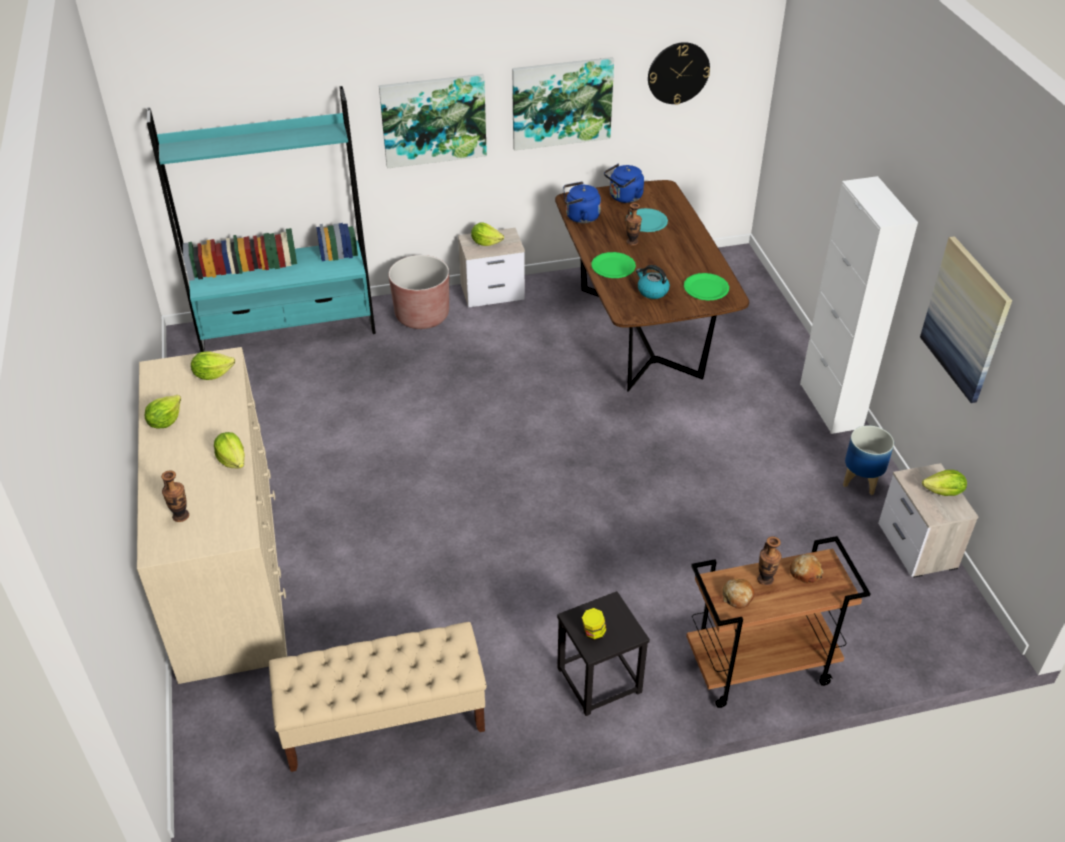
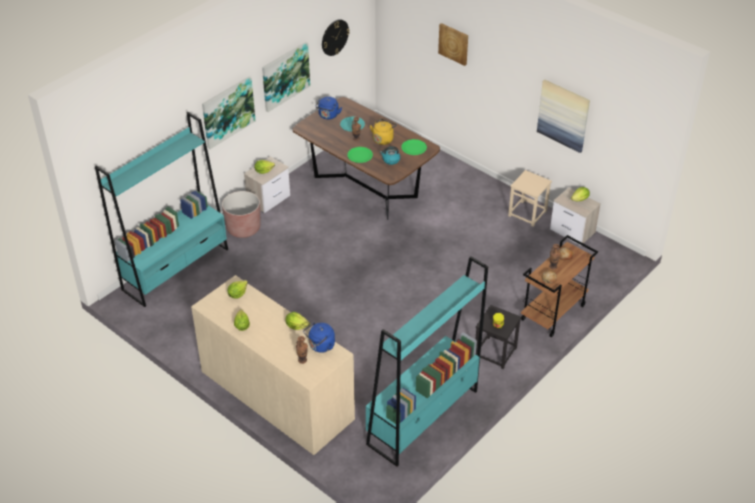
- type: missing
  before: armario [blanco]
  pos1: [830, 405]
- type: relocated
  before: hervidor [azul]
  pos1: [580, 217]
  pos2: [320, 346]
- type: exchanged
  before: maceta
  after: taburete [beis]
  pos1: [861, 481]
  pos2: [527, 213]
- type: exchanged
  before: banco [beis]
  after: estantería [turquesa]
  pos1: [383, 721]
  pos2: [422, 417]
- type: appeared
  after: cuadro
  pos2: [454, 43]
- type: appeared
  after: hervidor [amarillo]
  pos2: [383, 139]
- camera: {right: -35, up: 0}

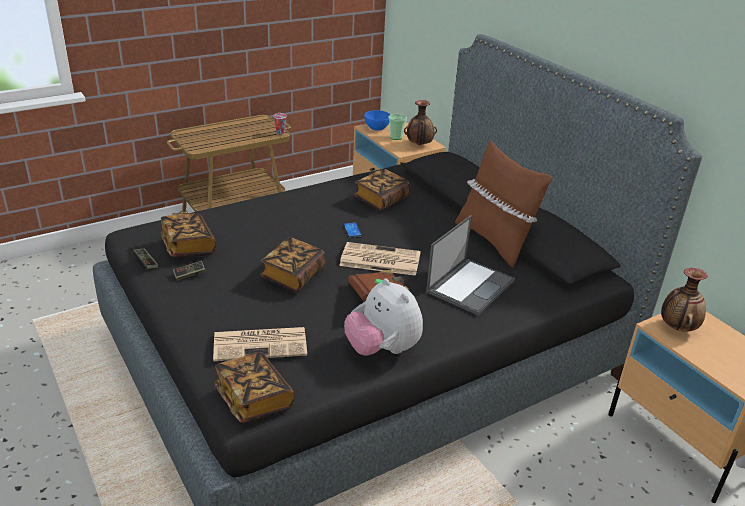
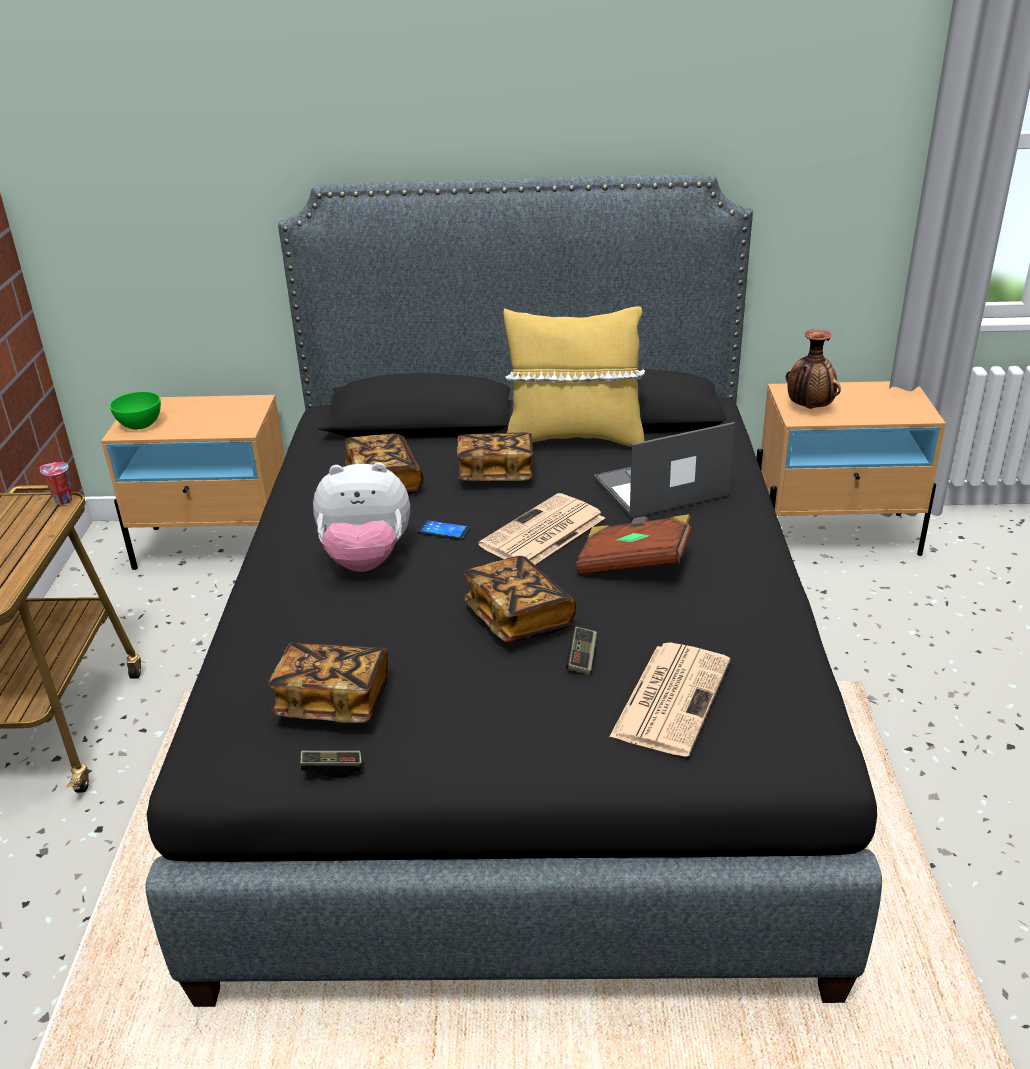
- type: missing
  before: florero
  pos1: [419, 145]
- type: colour
  before: cuenco [azul]
  after: cuenco [verde]
  pos1: [376, 128]
  pos2: [140, 425]
- type: missing
  before: taza
  pos1: [396, 137]
- type: colour
  before: cojín [marrón]
  after: cojín [amarillo]
  pos1: [494, 241]
  pos2: [573, 439]
- type: spun
  before: portátil
  pos1: [471, 286]
  pos2: [659, 488]
  turn: -90
- type: relocated
  before: mando de consola
  pos1: [189, 275]
  pos2: [582, 658]
- type: relocated
  before: peluche
  pos1: [382, 349]
  pos2: [366, 560]
- type: relocated
  before: libro
  pos1: [254, 399]
  pos2: [496, 474]
- camera: {right: -55, up: 0}

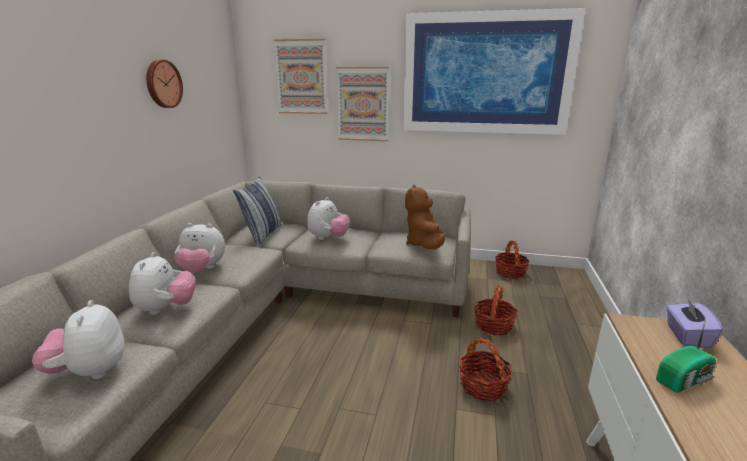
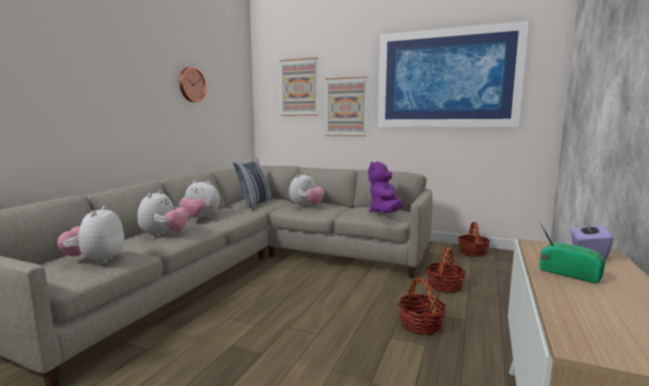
- type: colour
  before: peluche [marrón]
  after: peluche [morado]
  pos1: [424, 245]
  pos2: [385, 213]
- type: spun
  before: radio
  pos1: [685, 380]
  pos2: [567, 273]
  turn: -120
- camera: {right: 10, up: -10}

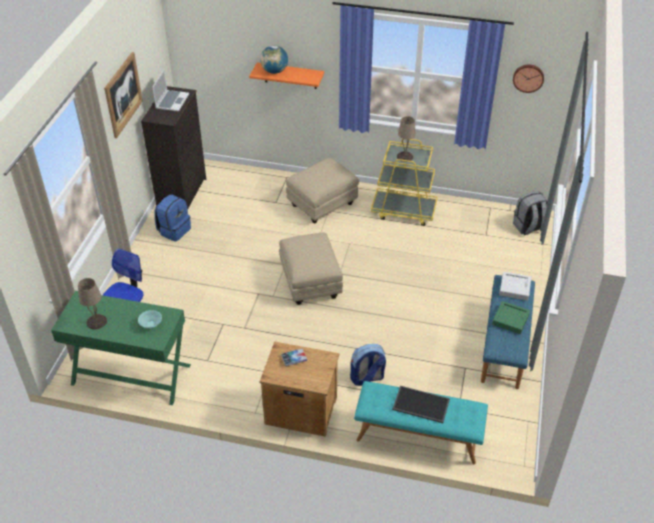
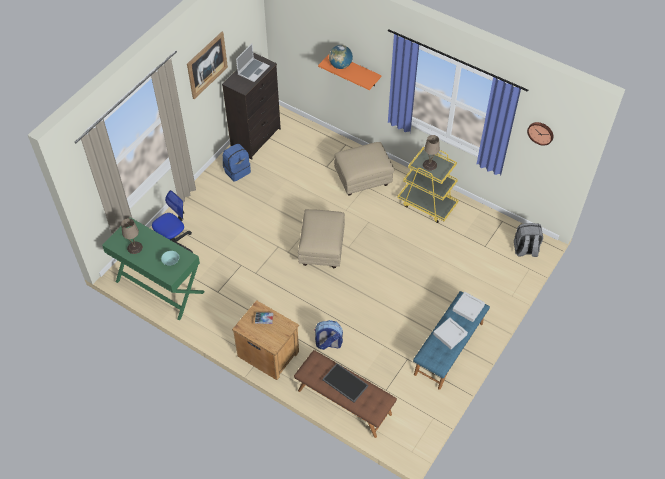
- type: colour
  before: bandeja [verde]
  after: bandeja [gris]
  pos1: [510, 319]
  pos2: [450, 334]
- type: colour
  before: banco [turquesa]
  after: banco [marrón]
  pos1: [418, 436]
  pos2: [344, 402]
- camera: {right: 20, up: 10}

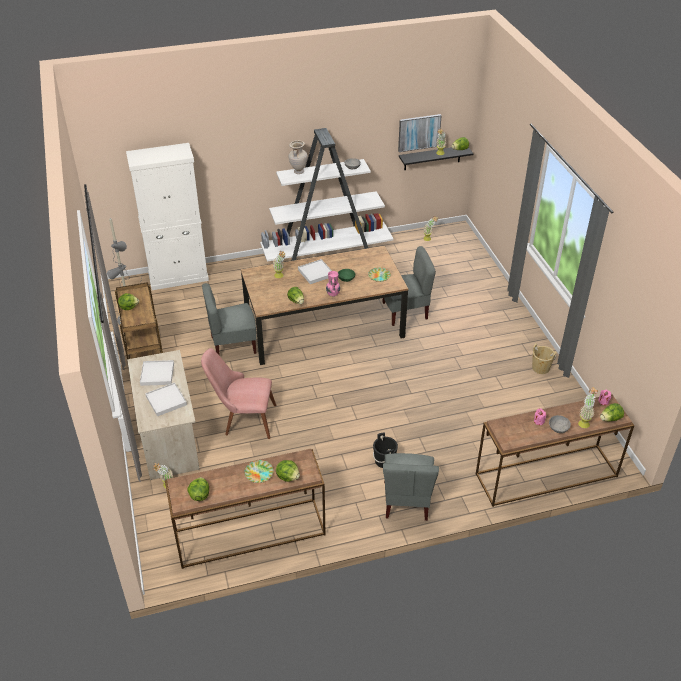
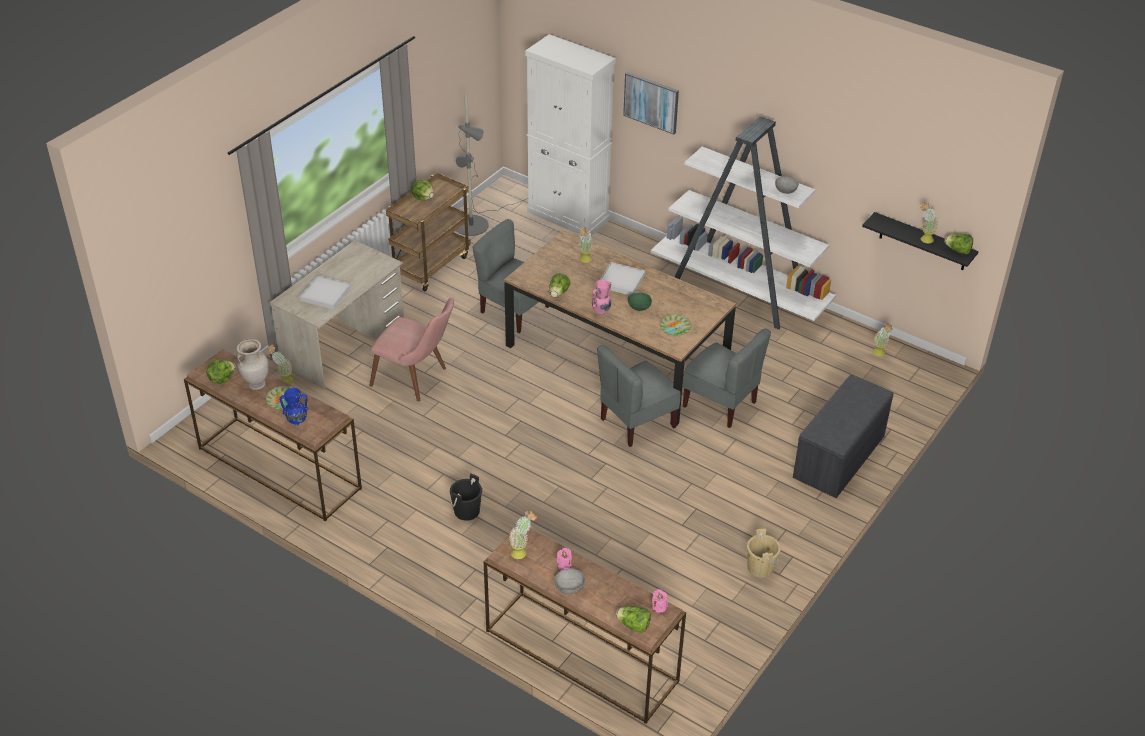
- type: relocated
  before: cuadro
  pos1: [419, 132]
  pos2: [651, 102]
- type: relocated
  before: florero [beis]
  pos1: [298, 172]
  pos2: [256, 384]
- type: spun
  before: silla [rosa]
  pos1: [243, 419]
  pos2: [417, 379]
  turn: 150
- type: missing
  before: bandeja [blanco]
  pos1: [157, 374]
- type: relocated
  before: planta en maceta
  pos1: [584, 422]
  pos2: [522, 552]
- type: relocated
  before: silla [gris]
  pos1: [407, 501]
  pos2: [636, 423]
- type: exchanged
  before: lechuga
  after: florero [azul]
  pos1: [288, 477]
  pos2: [296, 421]
- type: appeared
  after: banco [gris]
  pos2: [839, 457]
- camera: {right: 50, up: 0}

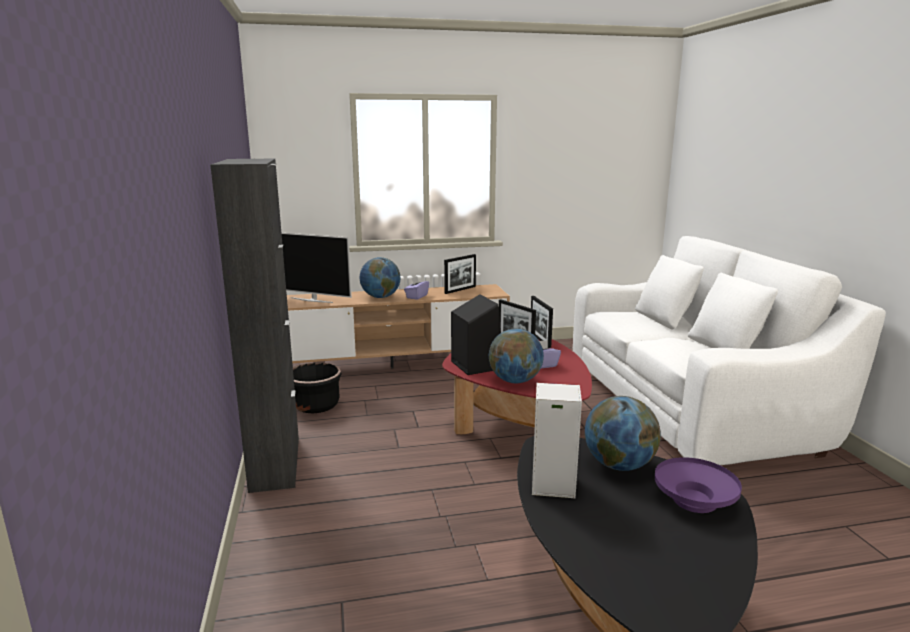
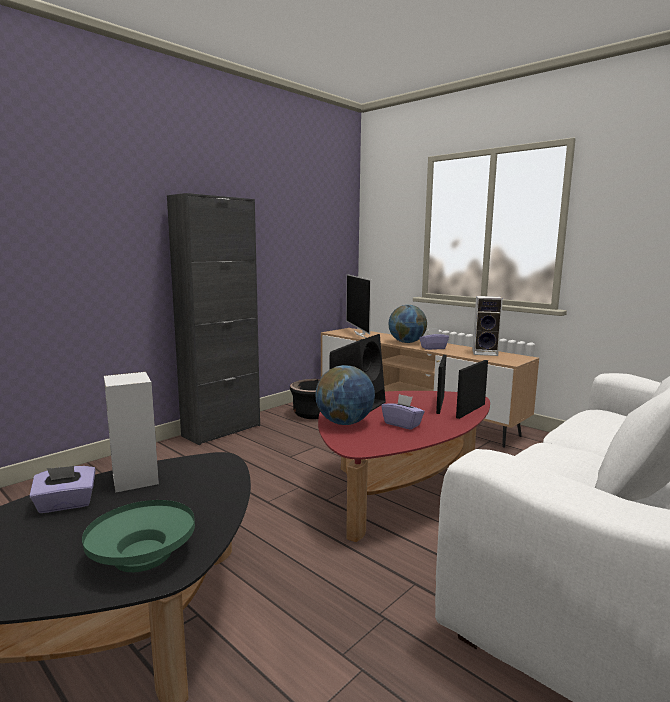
- type: exchanged
  before: portarretratos
  after: altavoz
  pos1: [460, 290]
  pos2: [486, 353]
- type: missing
  before: globo terráqueo
  pos1: [619, 465]
- type: colour
  before: cuenco [morado]
  after: cuenco [verde]
  pos1: [694, 501]
  pos2: [142, 555]
- type: appeared
  after: caja de pañuelos [morado]
  pos2: [66, 504]
- camera: {right: 55, up: -5}

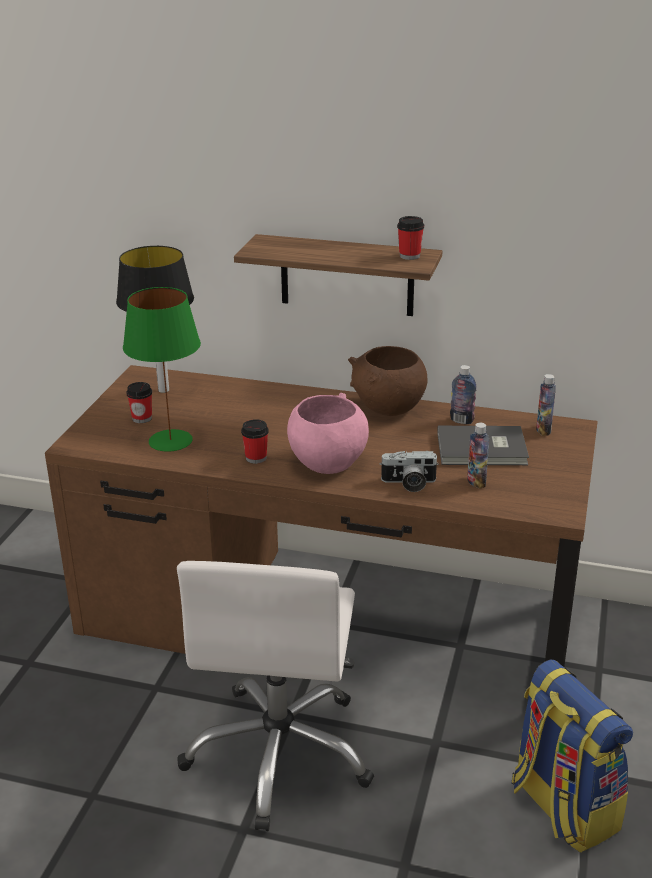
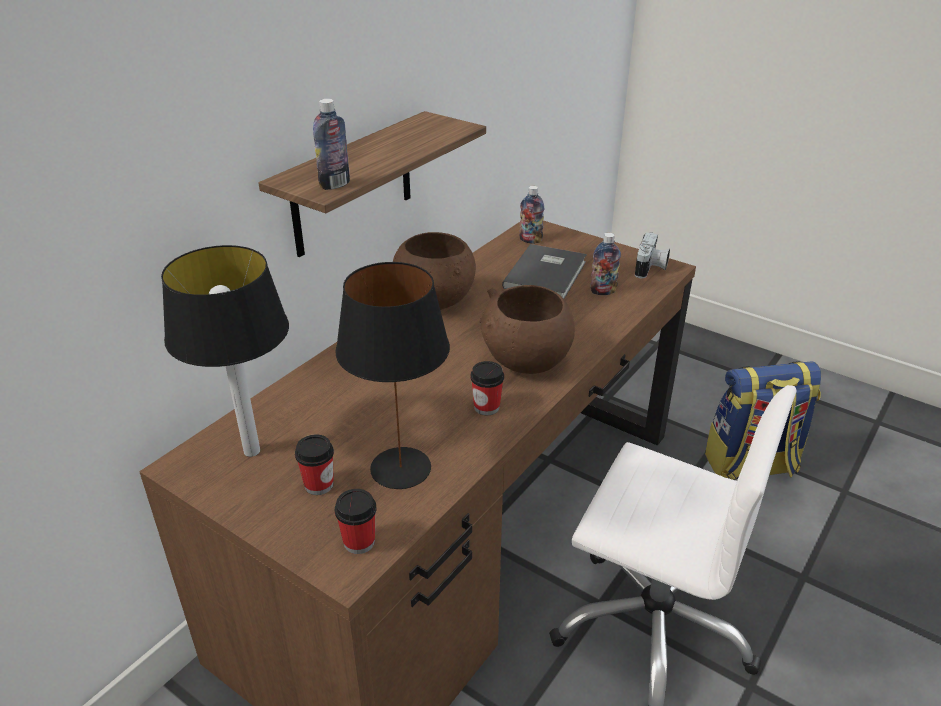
- type: relocated
  before: taza
  pos1: [409, 256]
  pos2: [359, 542]
- type: colour
  before: lámpara de mesa [verde]
  after: lámpara de mesa [negro]
  pos1: [171, 440]
  pos2: [401, 467]
- type: relocated
  before: botella
  pos1: [461, 420]
  pos2: [335, 184]
- type: colour
  before: cuenco [rosa]
  after: cuenco [marrón]
  pos1: [327, 463]
  pos2: [526, 362]
- type: relocated
  before: cámara
  pos1: [409, 483]
  pos2: [651, 268]
- camera: {right: -70, up: 5}

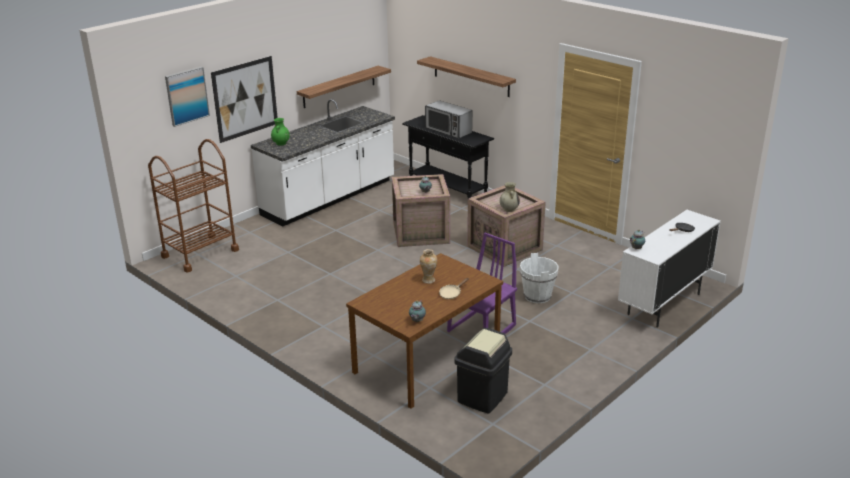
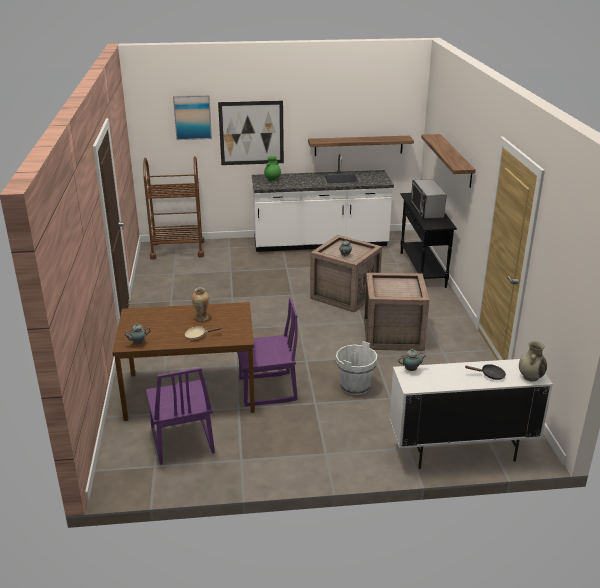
- type: relocated
  before: florero [beis]
  pos1: [509, 209]
  pos2: [530, 377]
- type: exchanged
  before: papelera [negro]
  after: silla [morado]
  pos1: [483, 397]
  pos2: [181, 442]
- camera: {right: 40, up: 0}

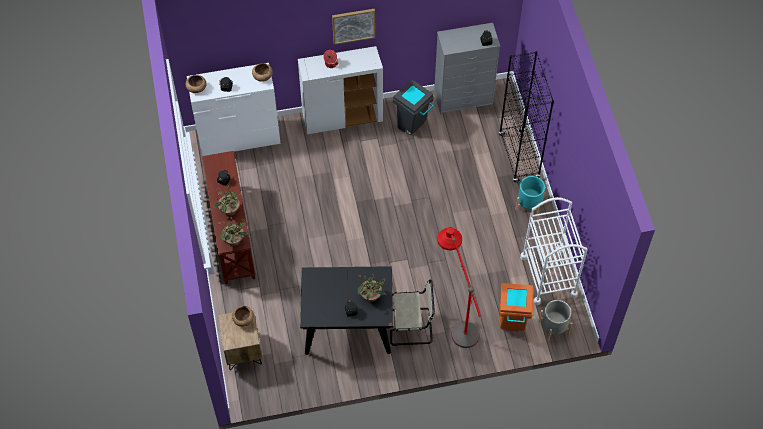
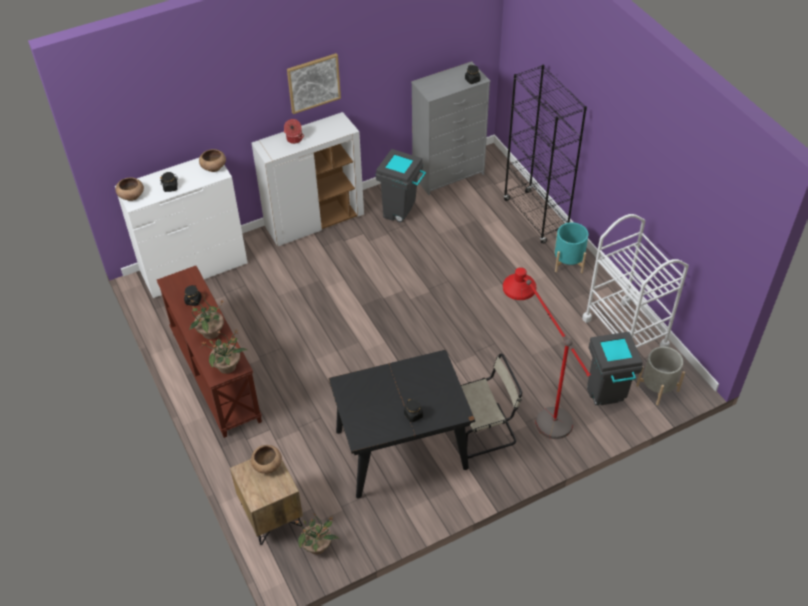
- type: relocated
  before: planta en maceta
  pos1: [371, 296]
  pos2: [317, 546]
- type: colour
  before: papelera [naranja]
  after: papelera [gris]
  pos1: [512, 326]
  pos2: [606, 399]
- camera: {right: -15, up: -10}

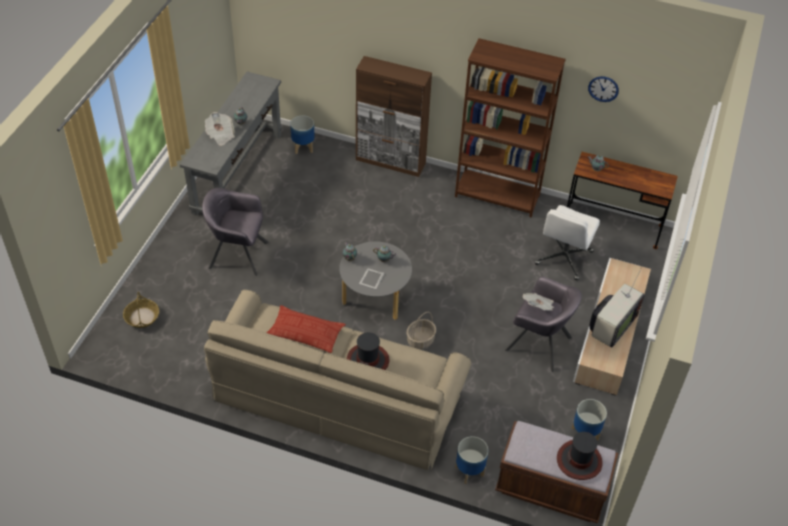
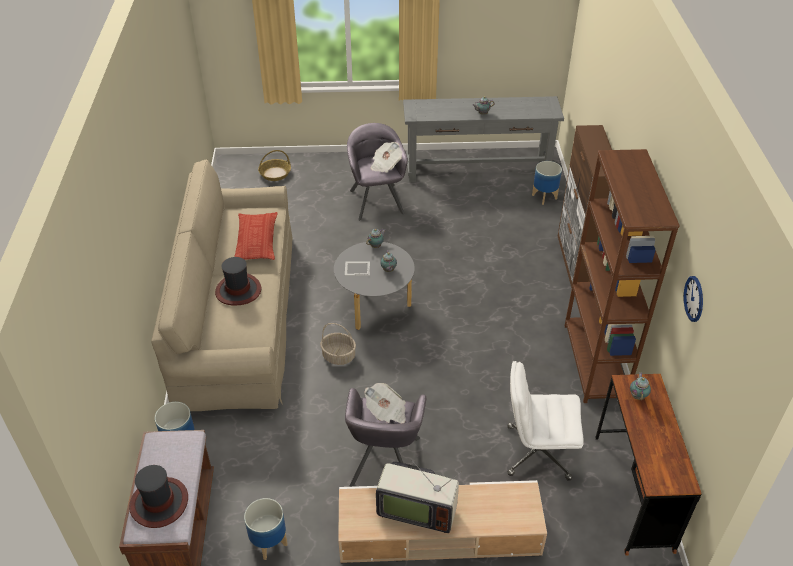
- type: relocated
  before: periódico
  pos1: [220, 135]
  pos2: [385, 165]
- camera: {right: 70, up: -5}

